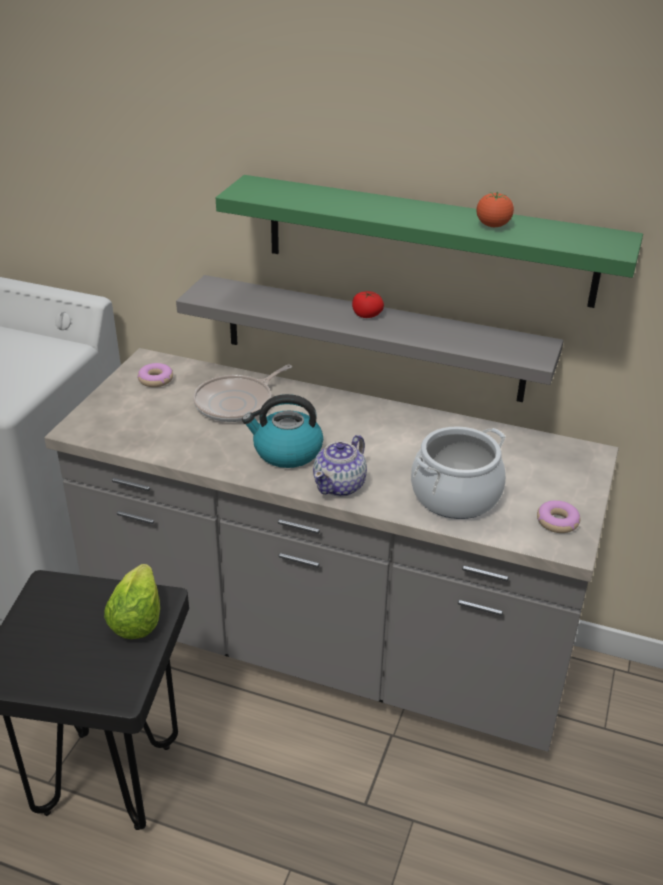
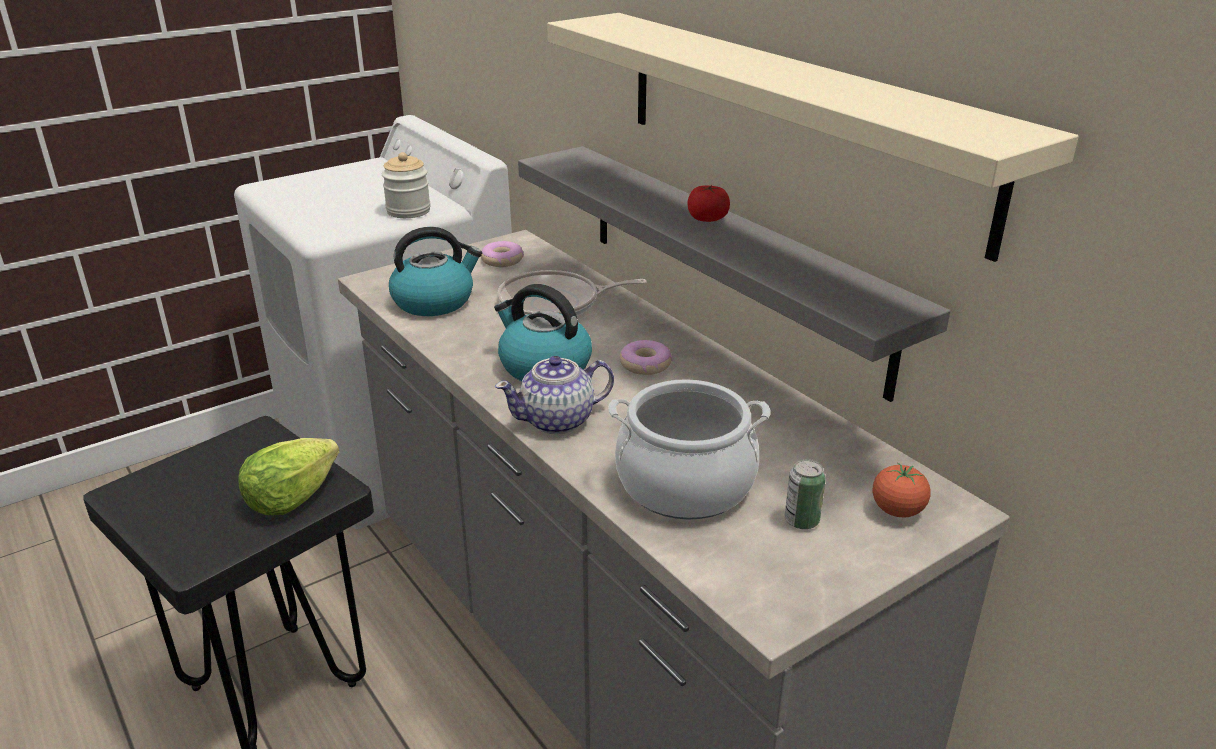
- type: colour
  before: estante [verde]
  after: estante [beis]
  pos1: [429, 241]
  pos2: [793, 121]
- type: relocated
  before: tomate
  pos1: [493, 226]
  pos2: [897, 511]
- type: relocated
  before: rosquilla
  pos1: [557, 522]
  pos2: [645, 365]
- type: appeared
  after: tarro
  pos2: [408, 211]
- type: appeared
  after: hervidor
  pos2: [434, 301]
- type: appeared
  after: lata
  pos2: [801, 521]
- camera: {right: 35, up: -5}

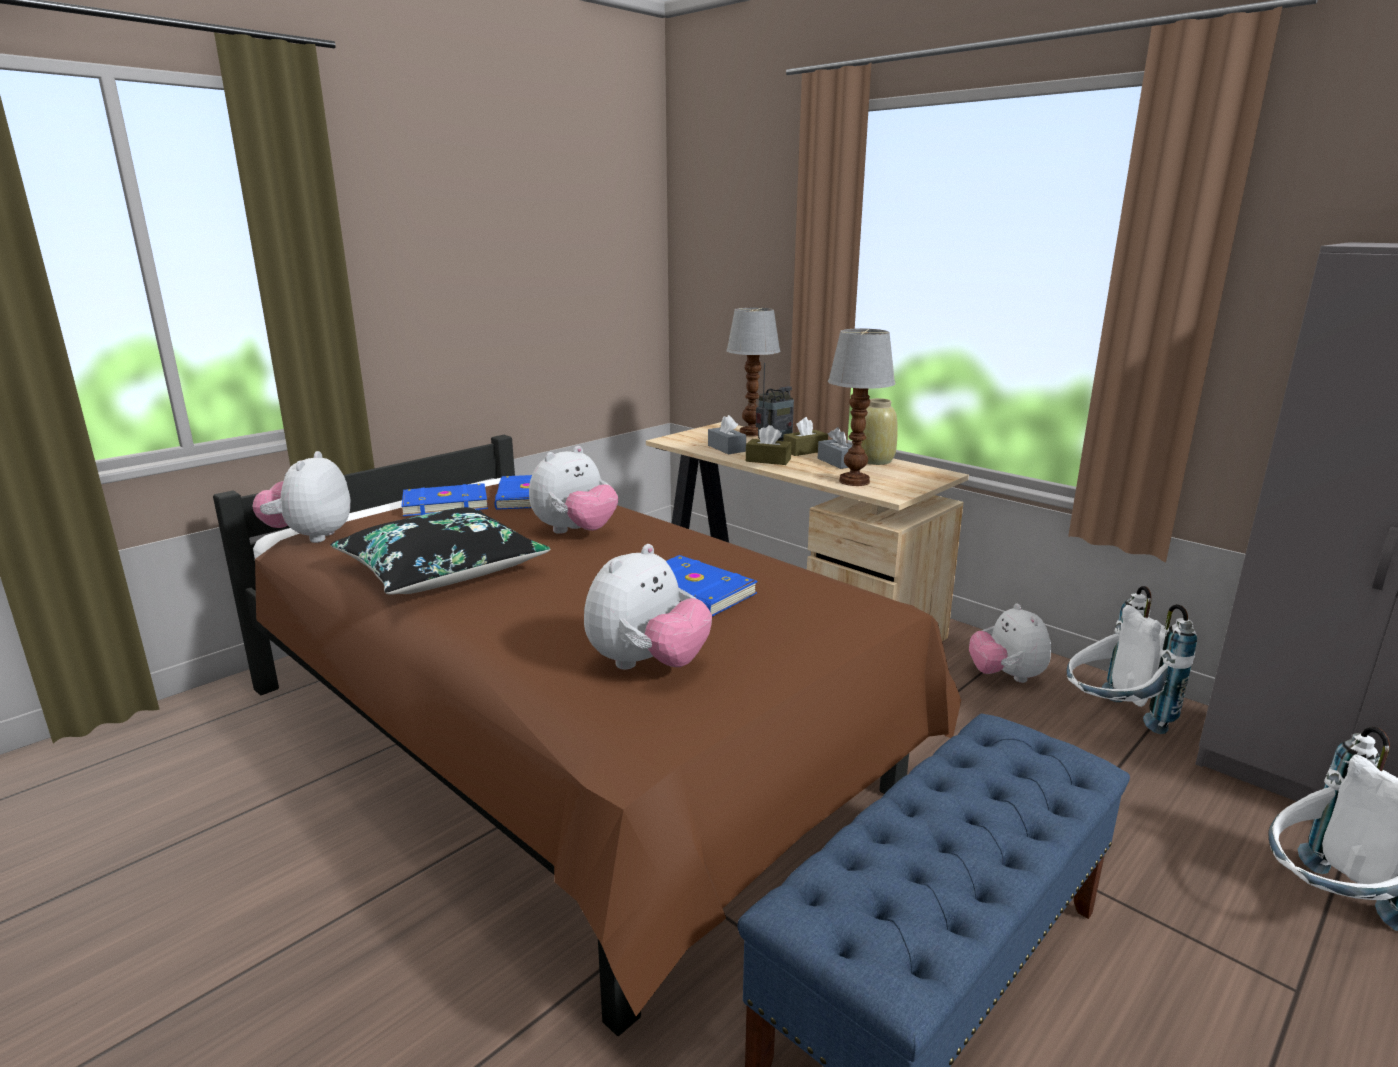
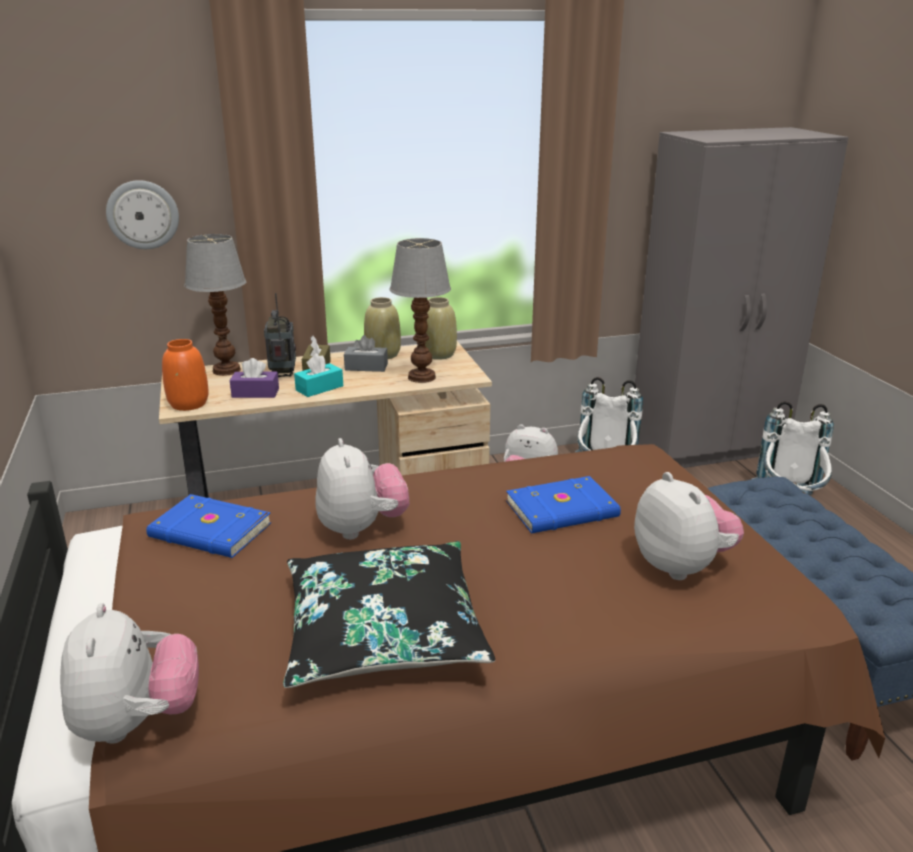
- type: colour
  before: caja de pañuelos [gris]
  after: caja de pañuelos [morado]
  pos1: [726, 448]
  pos2: [255, 393]
- type: colour
  before: caja de pañuelos [marrón]
  after: caja de pañuelos [turquesa]
  pos1: [768, 460]
  pos2: [319, 388]
- type: spun
  before: peluche
  pos1: [310, 536]
  pos2: [137, 722]
  turn: -135
- type: missing
  before: libro [azul]
  pos1: [445, 503]
- type: appeared
  after: reloj de pared
  pos2: [143, 214]
- type: appeared
  after: florero [beis]
  pos2: [438, 354]
- type: appeared
  after: florero [naranja]
  pos2: [189, 404]
- camera: {right: -60, up: 5}

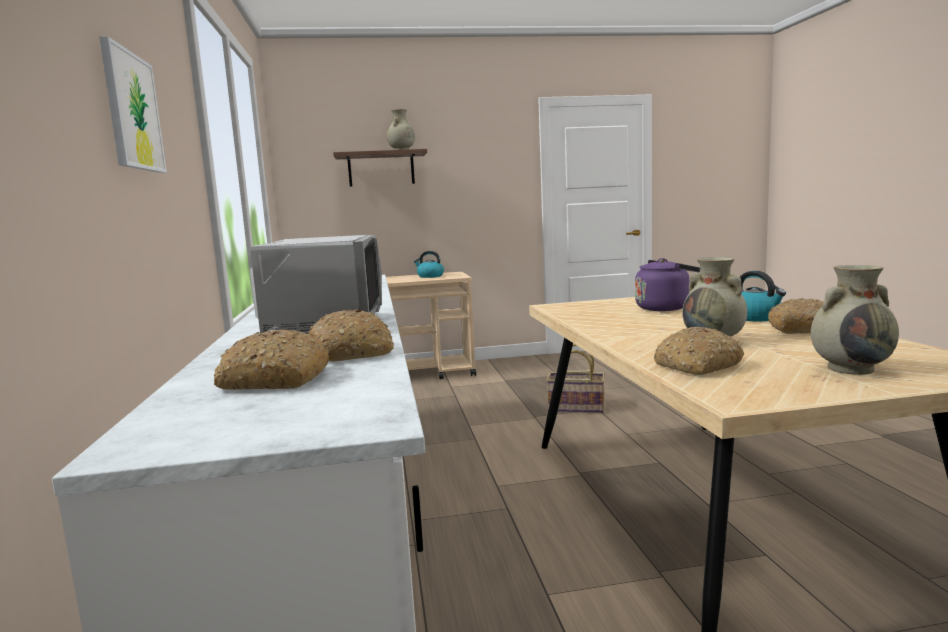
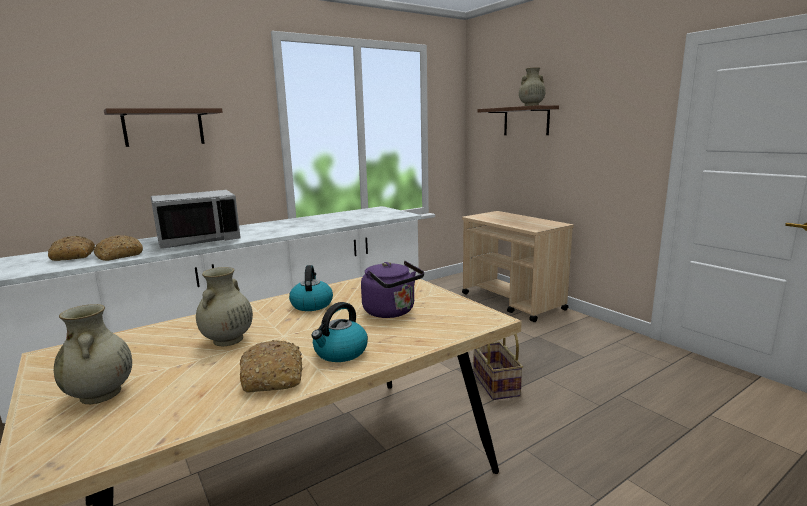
- type: exchanged
  before: cuadro
  after: estante
  pos1: [132, 111]
  pos2: [164, 127]
- type: relocated
  before: hervidor
  pos1: [430, 276]
  pos2: [311, 304]
- type: missing
  before: pan
  pos1: [697, 366]
- camera: {right: 65, up: 5}

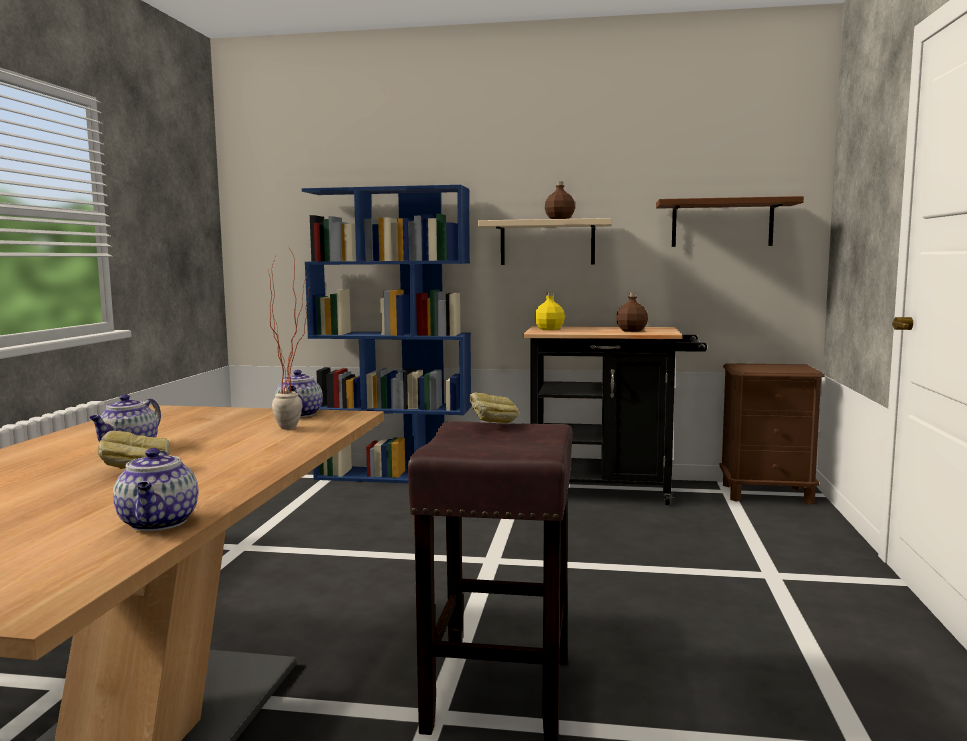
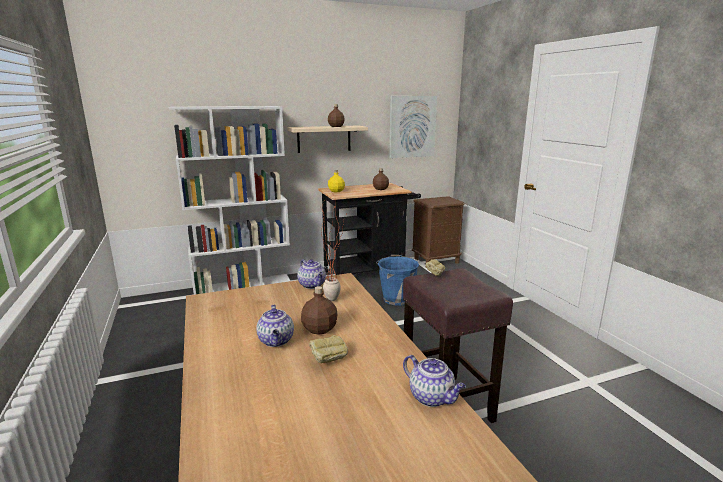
- type: colour
  before: estantería [azul]
  after: estantería [blanco]
  pos1: [394, 476]
  pos2: [243, 286]
- type: exchanged
  before: estante [marrón]
  after: cuadro
  pos1: [722, 223]
  pos2: [412, 126]
- type: appeared
  after: cubo [azul]
  pos2: [397, 298]
- type: appeared
  after: botella [marrón]
  pos2: [319, 329]
- camera: {right: -30, up: 10}

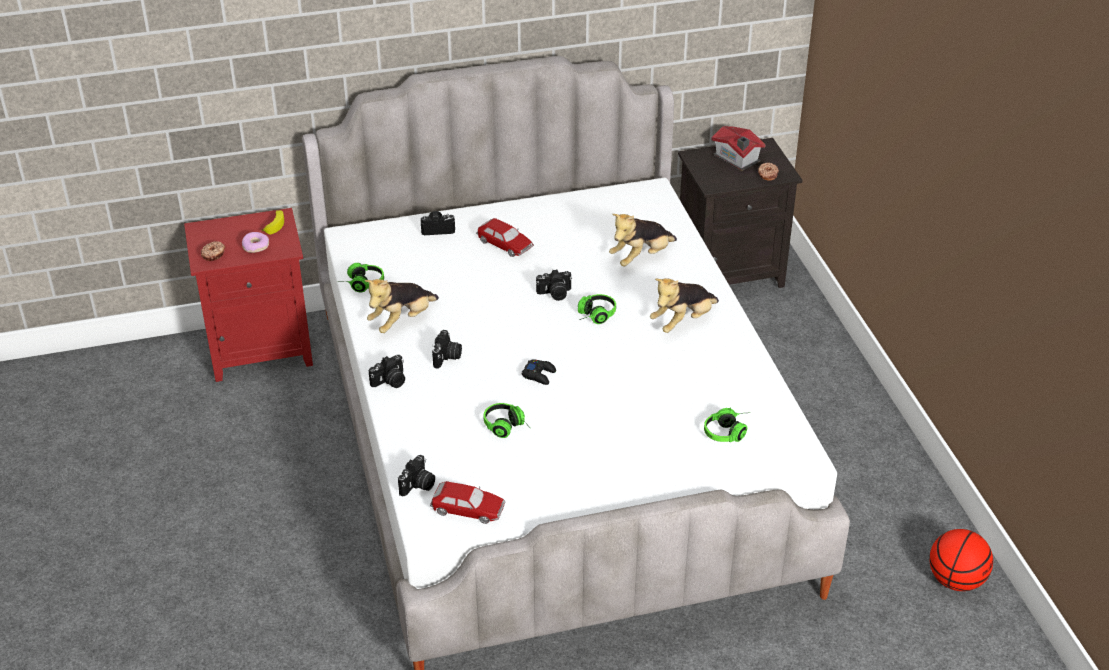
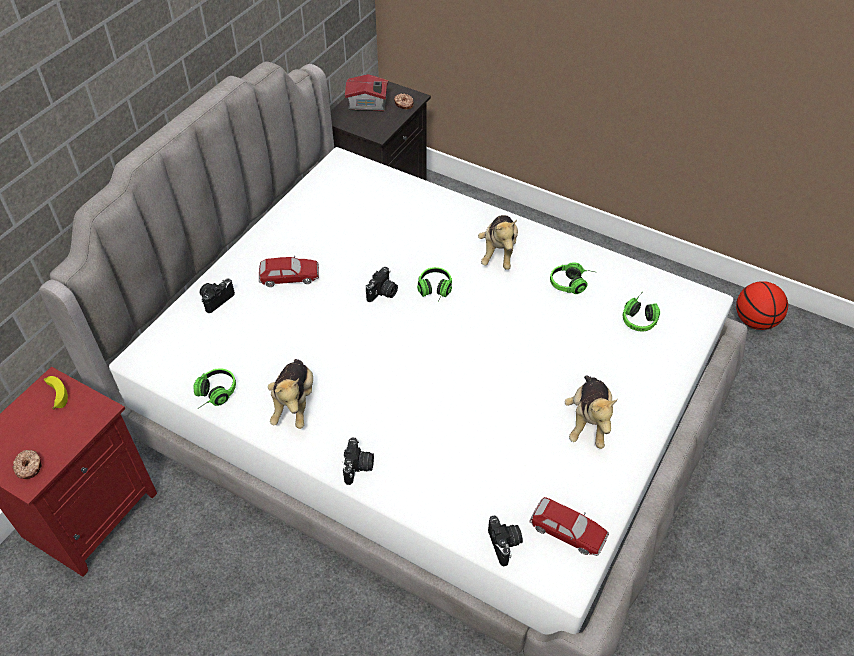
- type: relocated
  before: peluche
  pos1: [641, 257]
  pos2: [588, 421]
- type: missing
  before: rosquilla
  pos1: [256, 246]
- type: missing
  before: cámara
  pos1: [447, 357]
- type: missing
  before: mando de consola [negro]
  pos1: [539, 375]
- type: relocated
  before: auriculares
  pos1: [507, 428]
  pos2: [572, 284]
- type: spun
  before: coche de juguete
  pos1: [468, 509]
  pos2: [568, 531]
  turn: 60
- camera: {right: -45, up: 10}

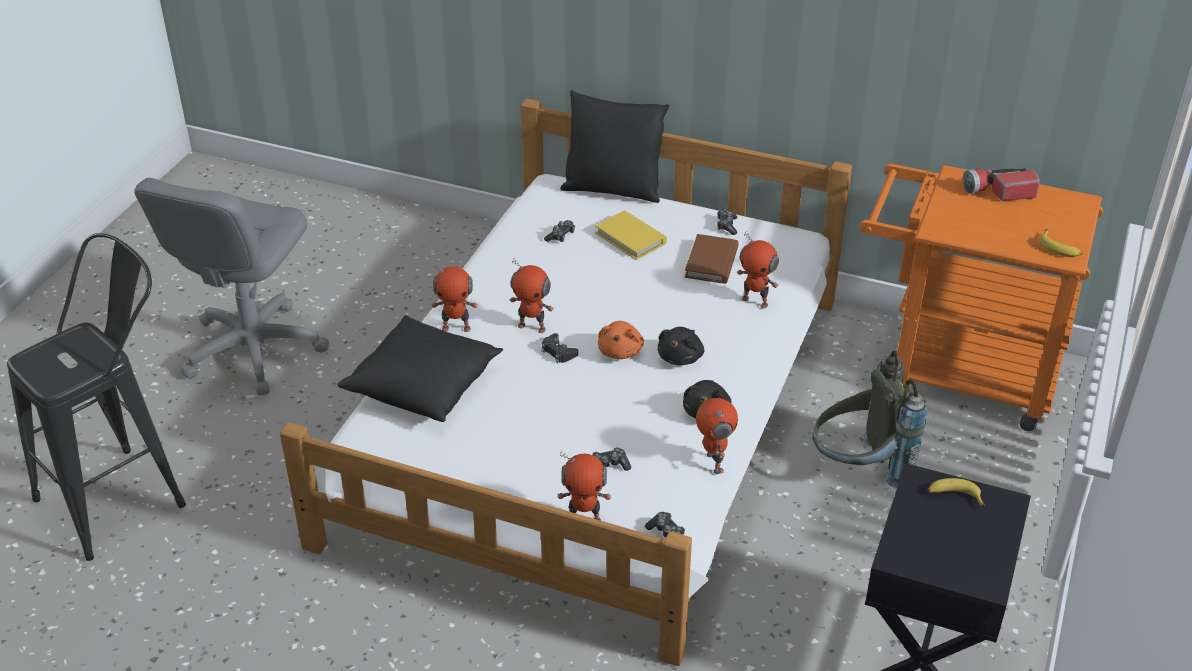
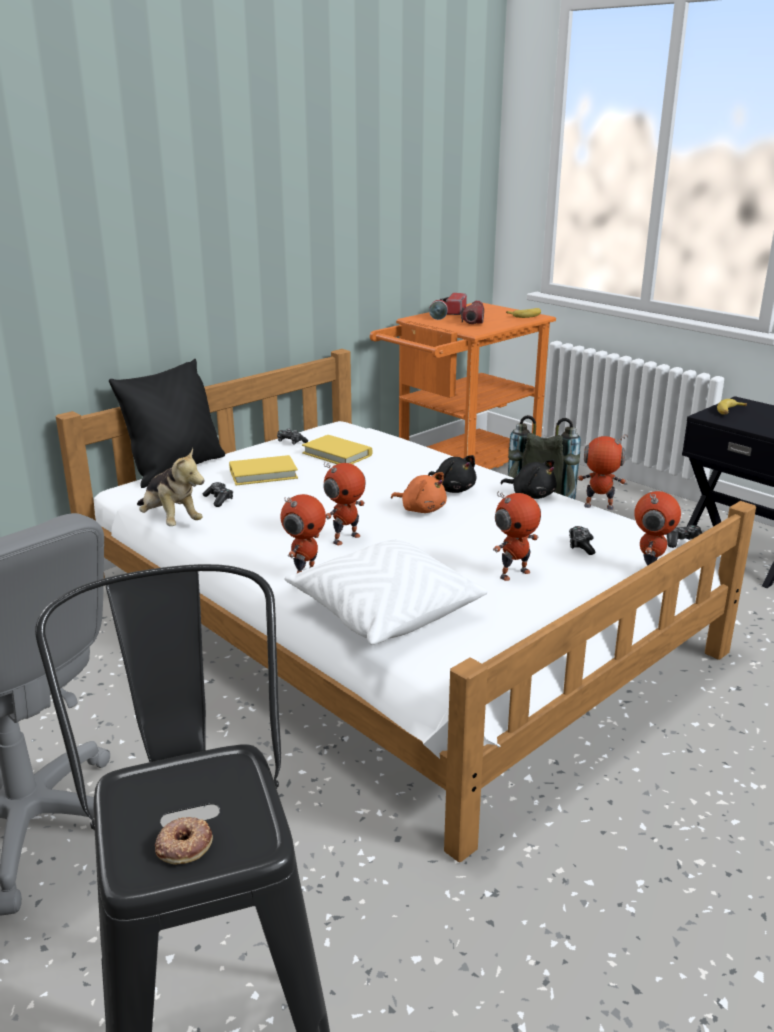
- type: relocated
  before: robot de juguete
  pos1: [755, 301]
  pos2: [513, 573]
- type: colour
  before: libro [marrón]
  after: libro [amarillo]
  pos1: [711, 262]
  pos2: [337, 454]
- type: colour
  before: cojín [negro]
  after: cojín [blanco]
  pos1: [423, 384]
  pos2: [384, 611]
- type: missing
  before: mando de consola [negro]
  pos1: [558, 352]
- type: appeared
  after: linterna
  pos2: [474, 319]
- type: appeared
  after: peluche
  pos2: [170, 521]
- type: appeared
  after: rosquilla
  pos2: [183, 845]
- camera: {right: -65, up: -15}

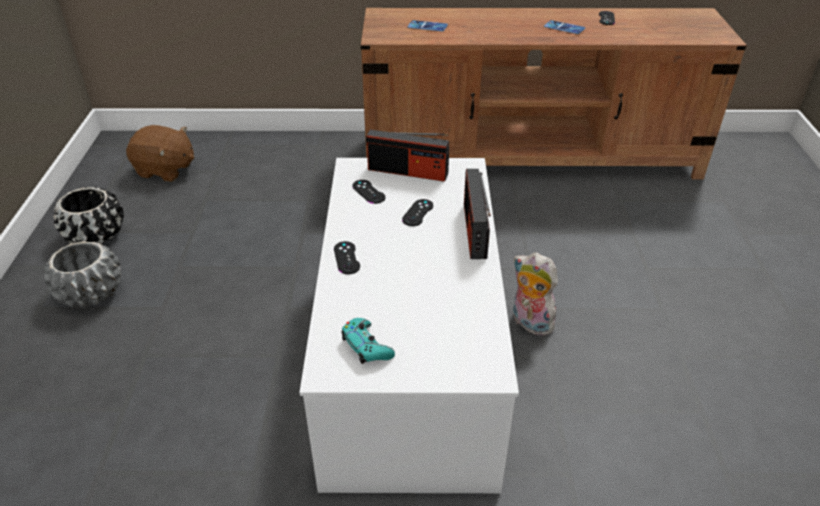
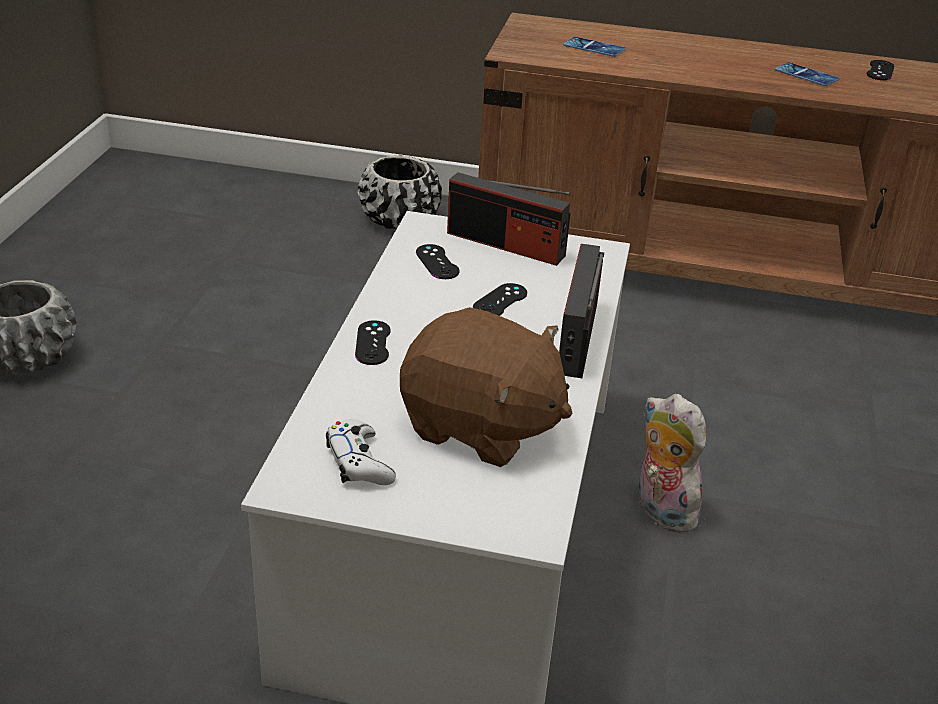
- type: relocated
  before: peluche [marrón]
  pos1: [165, 170]
  pos2: [480, 427]
- type: relocated
  before: maceta [negro]
  pos1: [95, 234]
  pos2: [399, 219]
- type: colour
  before: mando de consola [turquesa]
  after: mando de consola [blanco]
  pos1: [366, 346]
  pos2: [359, 462]
- camera: {right: 10, up: -5}

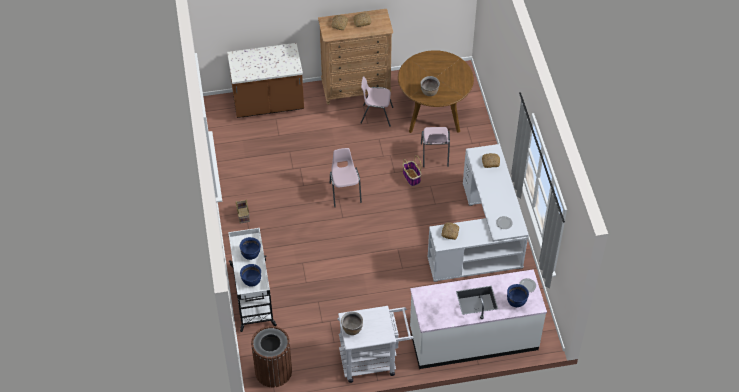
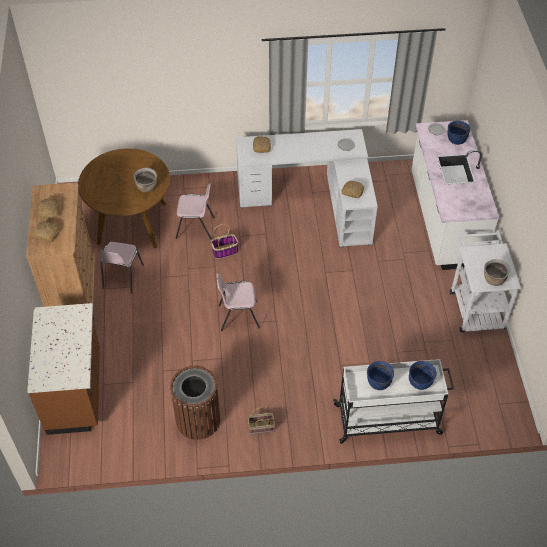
- type: relocated
  before: papelera [marrón]
  pos1: [273, 371]
  pos2: [198, 420]
- camera: {right: -85, up: 0}

